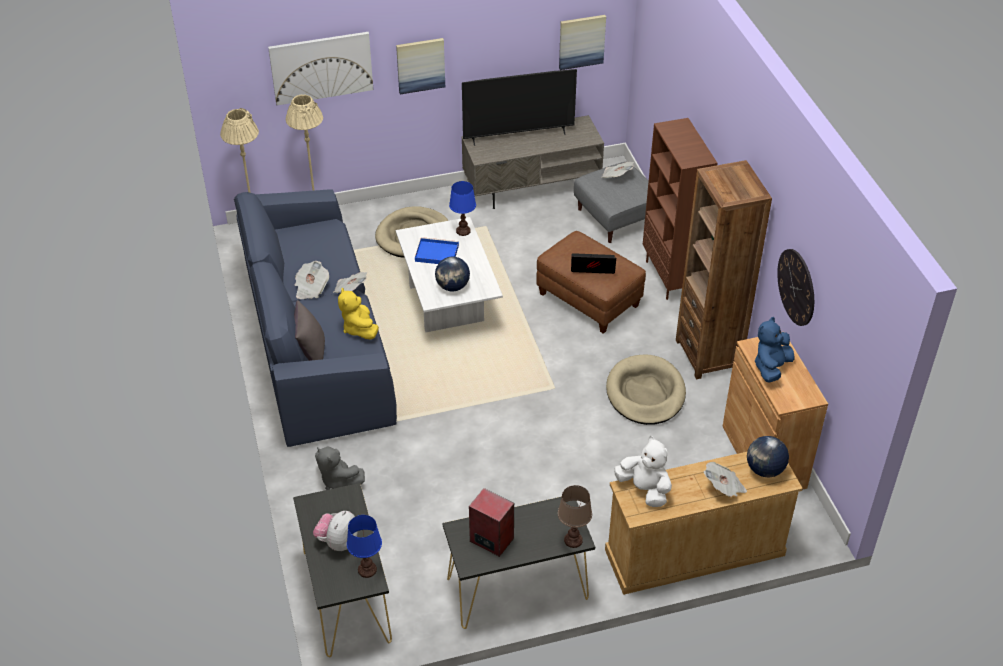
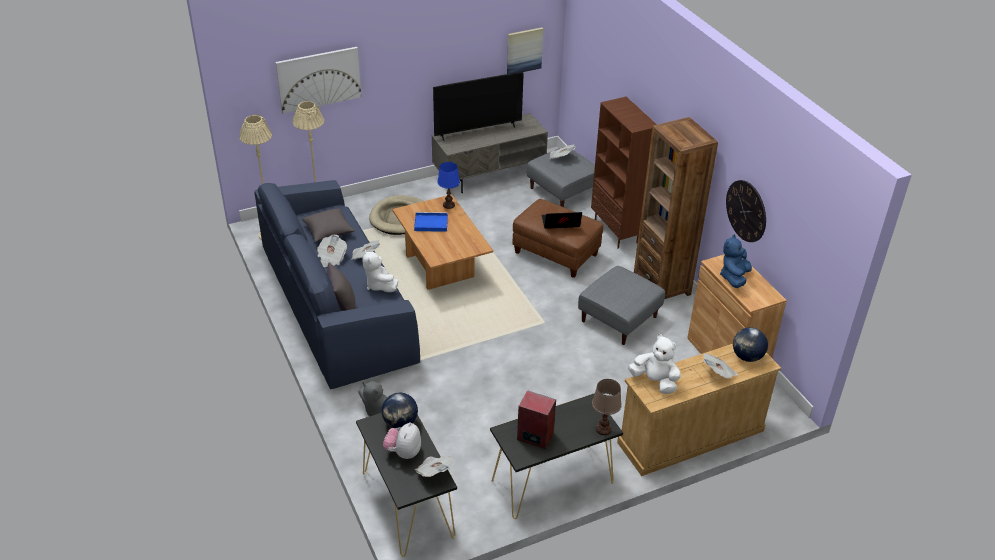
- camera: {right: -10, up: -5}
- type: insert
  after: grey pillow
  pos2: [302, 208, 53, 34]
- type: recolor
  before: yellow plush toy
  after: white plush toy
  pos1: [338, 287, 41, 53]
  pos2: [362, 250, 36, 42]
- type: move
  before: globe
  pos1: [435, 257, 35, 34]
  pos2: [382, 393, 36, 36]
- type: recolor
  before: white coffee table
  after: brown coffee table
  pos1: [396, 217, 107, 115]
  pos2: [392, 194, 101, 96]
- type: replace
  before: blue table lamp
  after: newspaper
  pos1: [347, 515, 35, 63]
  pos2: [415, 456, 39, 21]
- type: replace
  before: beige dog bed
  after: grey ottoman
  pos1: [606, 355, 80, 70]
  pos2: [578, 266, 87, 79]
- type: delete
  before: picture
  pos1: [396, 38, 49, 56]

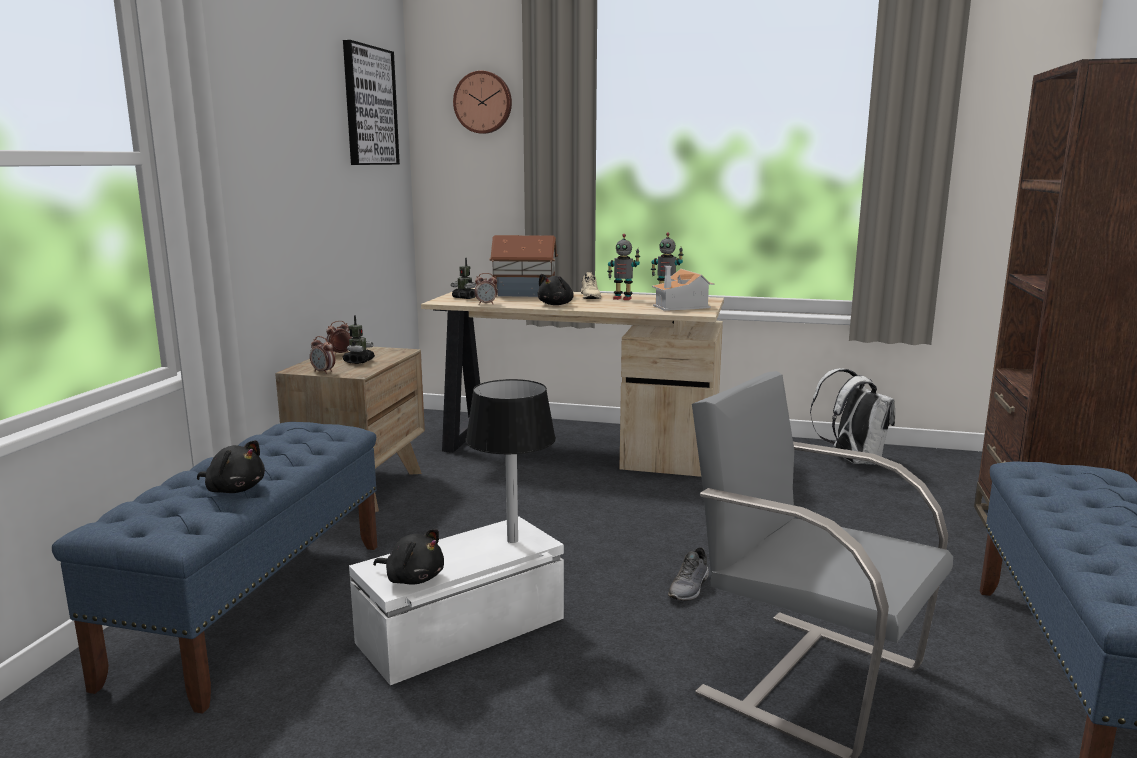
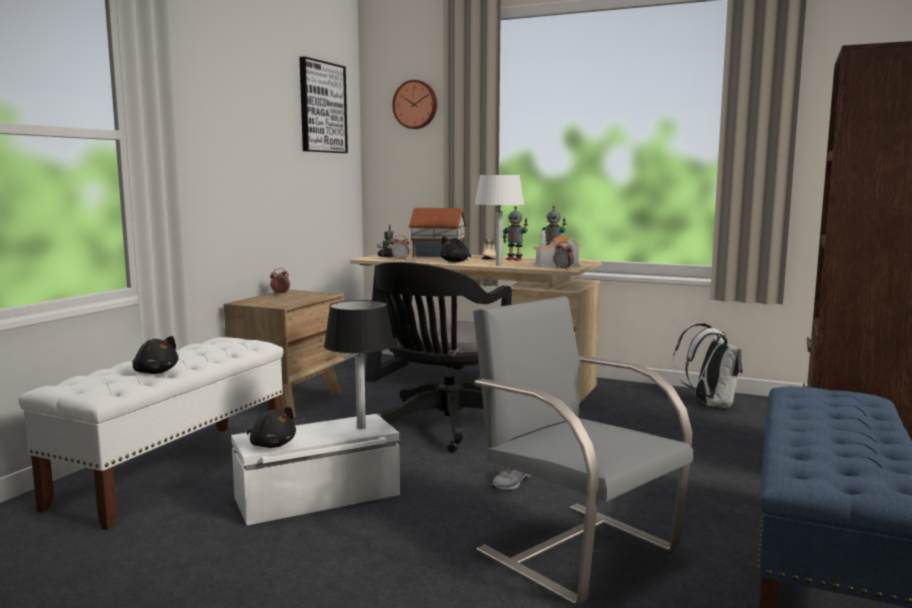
- camera: {right: 10, up: -5}
- type: recolor
  before: blue bench
  after: white bench
  pos1: [52, 422, 325, 292]
  pos2: [18, 337, 266, 193]
- type: insert
  after: black office chair
  pos2: [375, 262, 137, 190]
- type: insert
  after: white table lamp
  pos2: [475, 175, 49, 90]
- type: move
  before: alarm clock
  pos1: [310, 336, 25, 38]
  pos2: [553, 241, 21, 29]
- type: delete
  before: toy robot
  pos1: [343, 315, 32, 49]

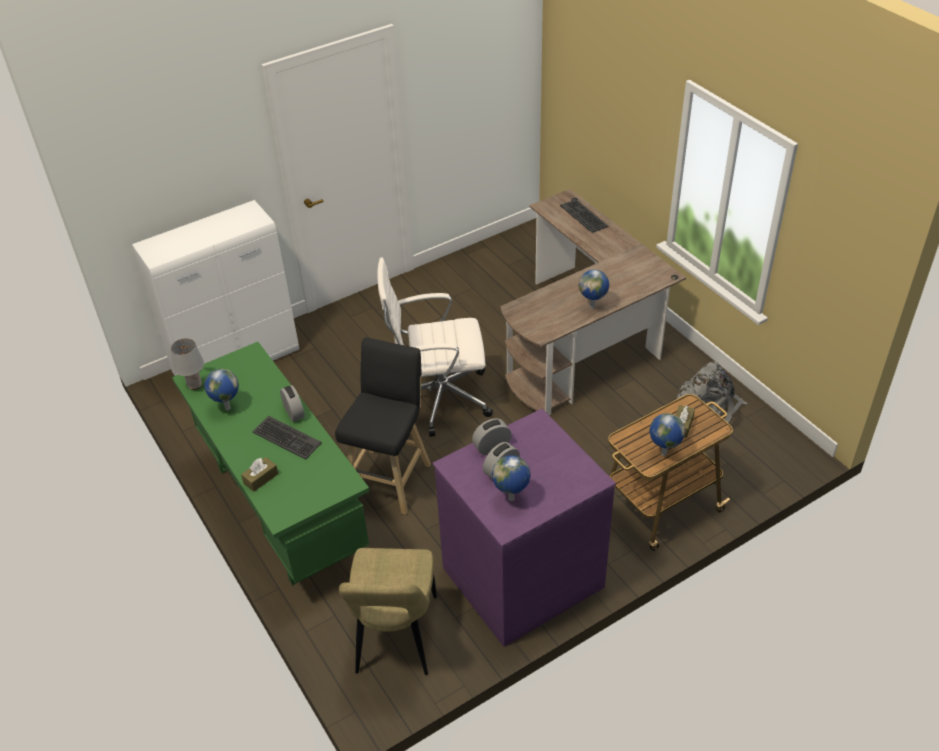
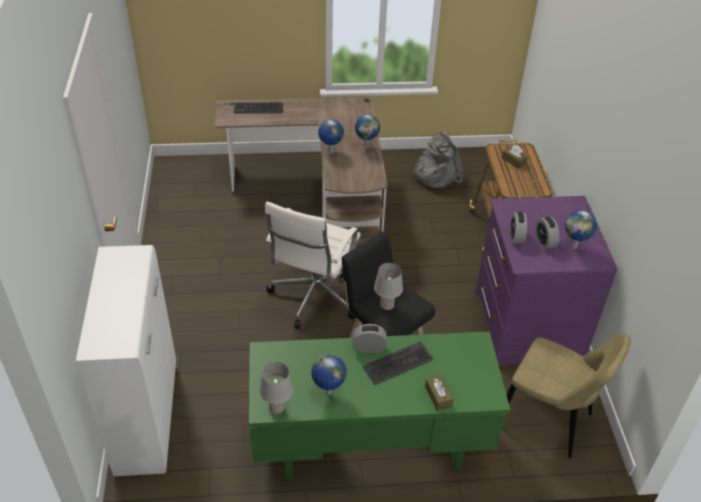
- camera: {right: -65, up: 0}
- type: move
  before: globe
  pos1: [649, 413, 36, 43]
  pos2: [318, 119, 26, 35]
- type: insert
  after: grey table lamp
  pos2: [374, 263, 29, 47]

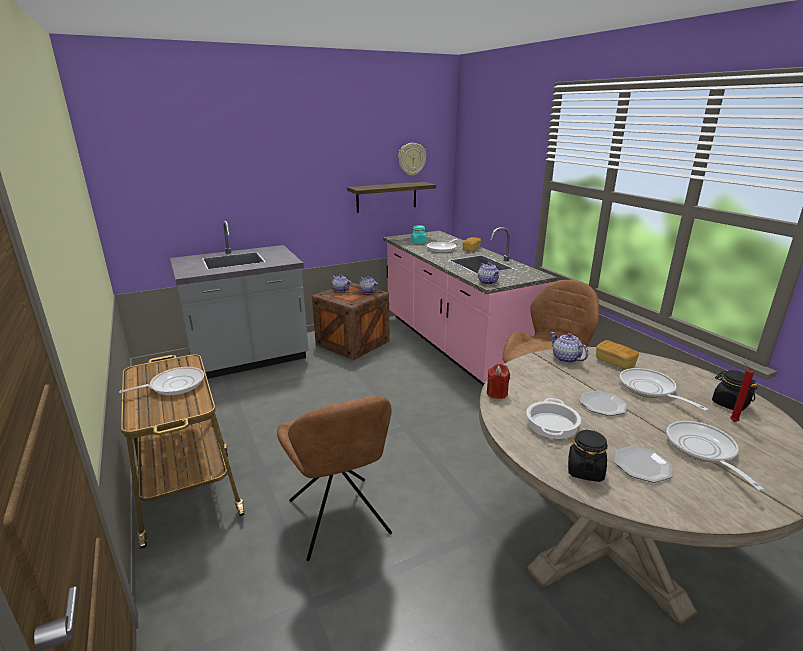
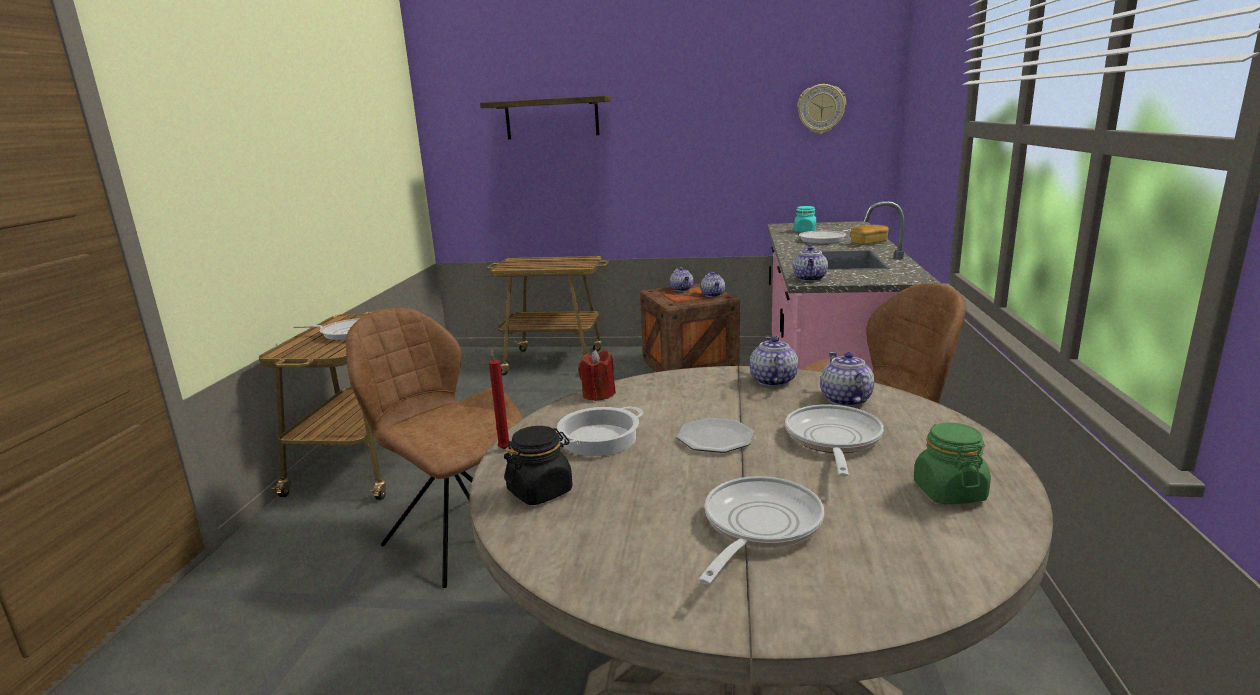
- camera: {right: 35, up: -5}
- type: rotate
  before: brown chair
  pos1: [277, 396, 115, 165]
  pos2: [346, 308, 177, 280]
  turn: 120
- type: move
  before: shelf
  pos1: [347, 182, 89, 31]
  pos2: [480, 96, 131, 43]
- type: replace
  before: grey counter
  after: cart
  pos1: [170, 221, 139, 158]
  pos2: [487, 256, 122, 119]
- type: move
  before: red candle
  pos1: [730, 363, 24, 59]
  pos2: [489, 348, 20, 101]
- type: replace
  before: bread
  after: teapot
  pos1: [596, 340, 43, 30]
  pos2: [820, 352, 54, 55]
- type: recolor
  before: black jar
  after: green jar
  pos1: [712, 370, 45, 41]
  pos2: [914, 423, 77, 81]
- type: delete
  before: plate
  pos1: [614, 446, 58, 37]

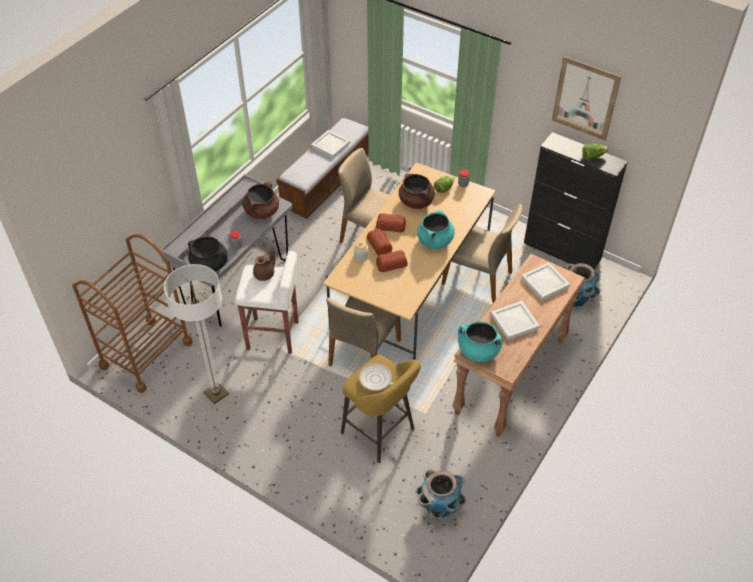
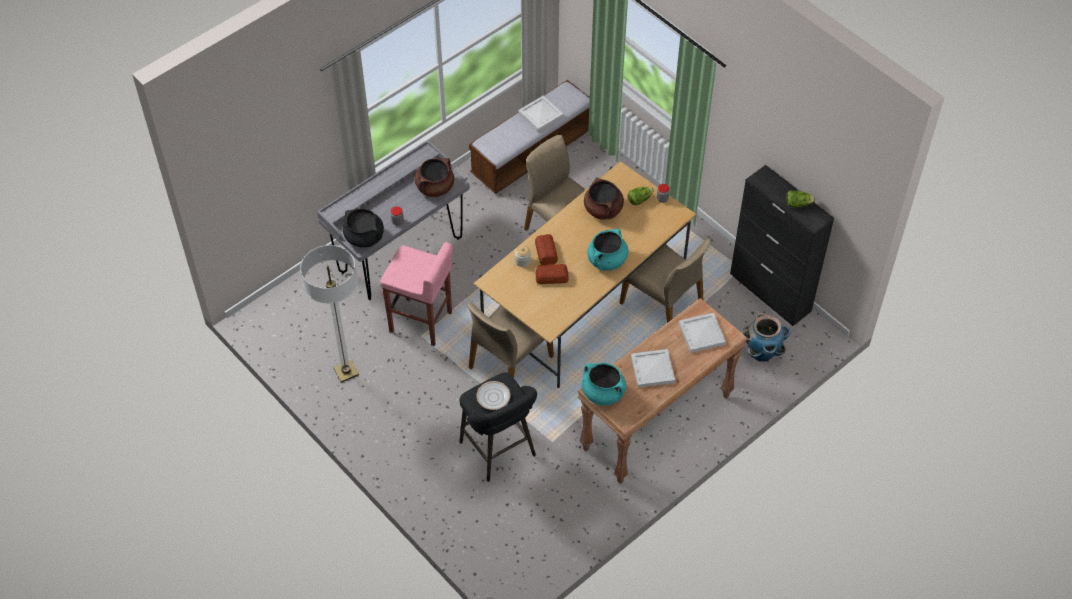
- camera: {right: 15, up: 5}
- type: recolor
  before: white stool
  after: pink stool
  pos1: [235, 251, 63, 103]
  pos2: [380, 242, 73, 104]
- type: recolor
  before: yellow stool
  after: black stool
  pos1: [341, 355, 80, 108]
  pos2: [459, 372, 78, 110]
- type: delete
  before: brown cart
  pos1: [72, 234, 121, 159]
- type: delete
  before: brown teapot
  pos1: [253, 247, 23, 34]
- type: delete
  before: bread
  pos1: [376, 213, 30, 19]
- type: delete
  before: planter
  pos1: [415, 469, 51, 51]
- type: delete
  before: picture
  pos1: [552, 56, 70, 85]

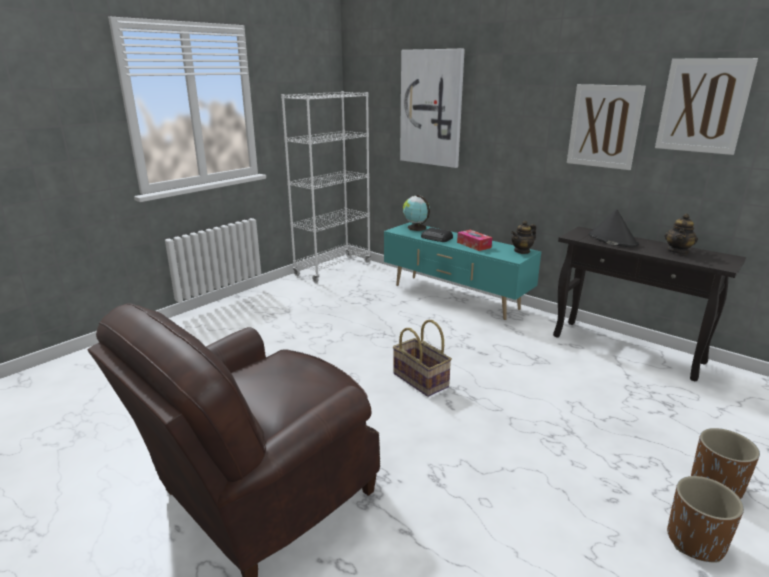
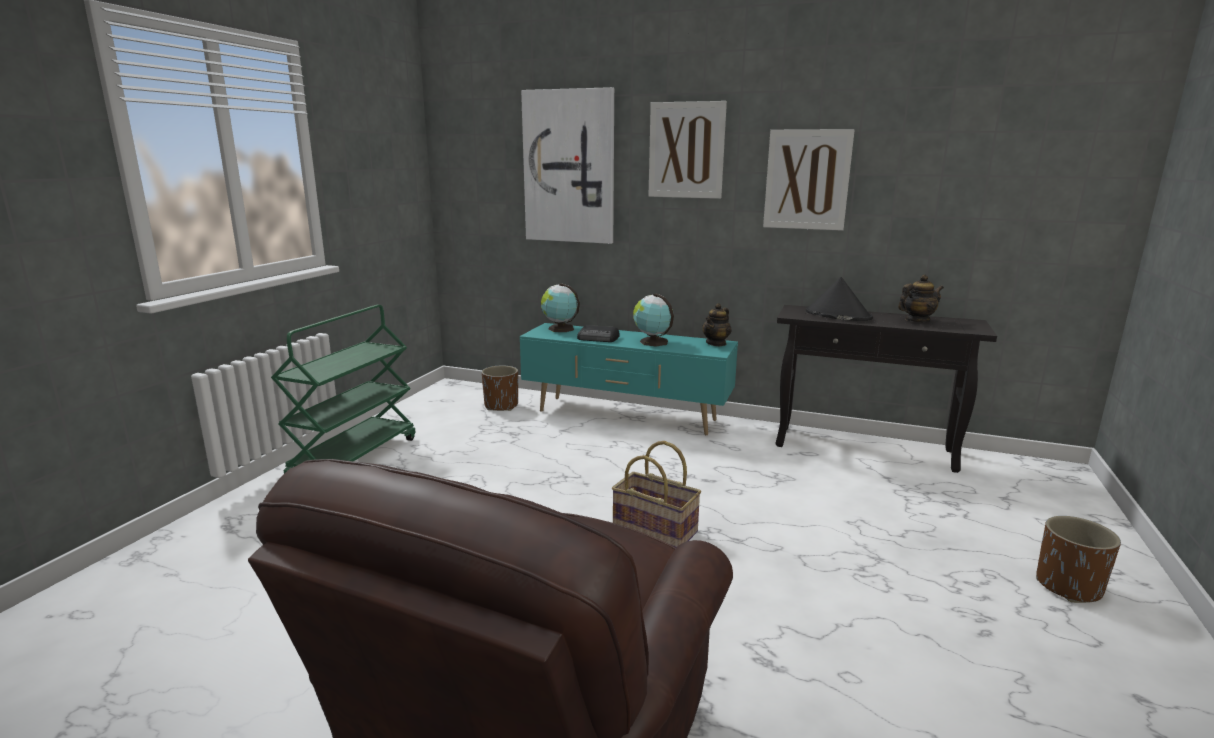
- camera: {right: -20, up: -5}
- type: insert
  after: green cart
  pos2: [271, 305, 144, 169]
- type: move
  before: brown planter
  pos1: [667, 476, 77, 87]
  pos2: [482, 365, 36, 46]
- type: replace
  before: tissue box
  after: globe
  pos1: [457, 230, 35, 21]
  pos2: [633, 294, 41, 52]
- type: move
  before: picture
  pos1: [655, 58, 103, 97]
  pos2: [649, 101, 78, 98]
- type: rotate
  before: teapot
  pos1: [665, 213, 33, 42]
  pos2: [898, 275, 46, 47]
  turn: -120
- type: delete
  before: white bookcase
  pos1: [281, 91, 90, 192]

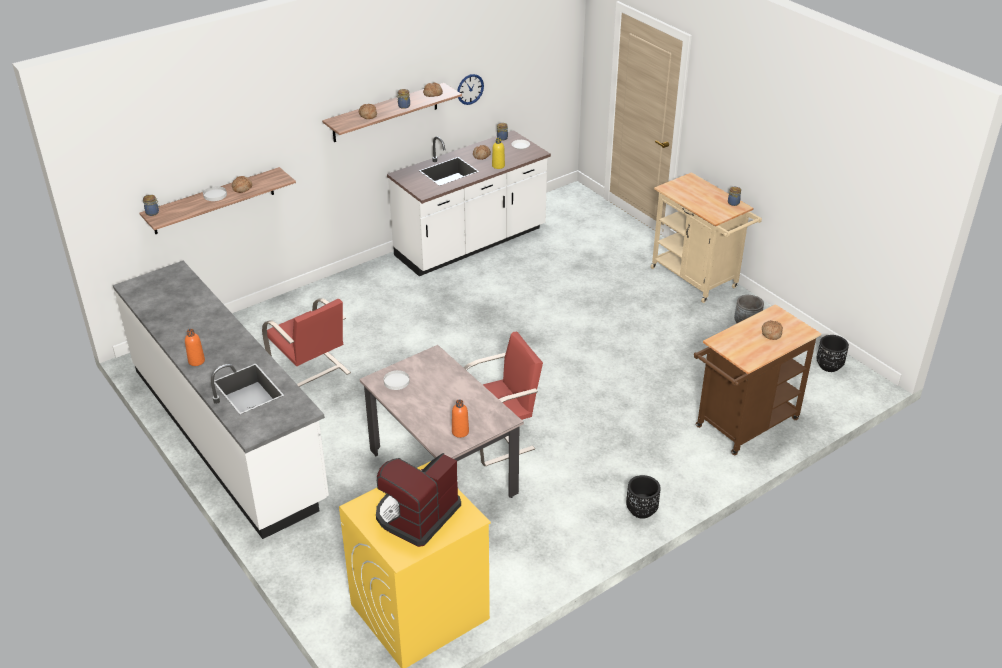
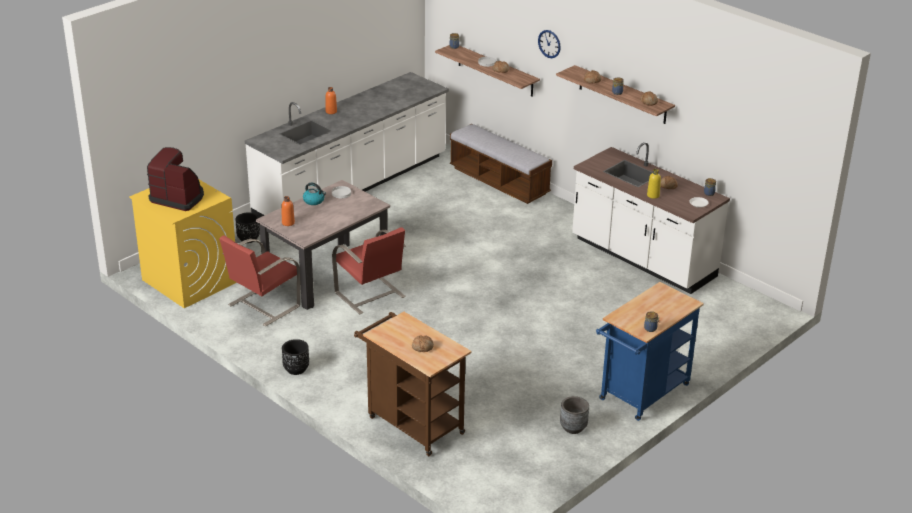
- camera: {right: 80, up: -5}
- type: move
  before: red chair
  pos1: [262, 298, 89, 89]
  pos2: [219, 236, 81, 90]
- type: move
  before: black planter
  pos1: [816, 335, 33, 37]
  pos2: [235, 213, 25, 30]
- type: insert
  after: kettle
  pos2: [303, 183, 23, 22]
- type: insert
  after: bench
  pos2: [450, 124, 102, 80]
- type: move
  before: wall clock
  pos1: [458, 74, 26, 31]
  pos2: [538, 30, 23, 28]
- type: recolor
  before: beige cart
  after: blue cart
  pos1: [651, 172, 111, 131]
  pos2: [596, 282, 108, 139]

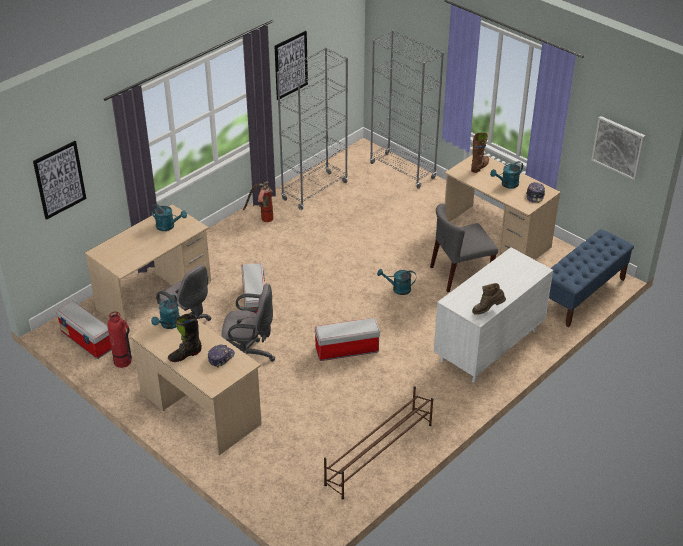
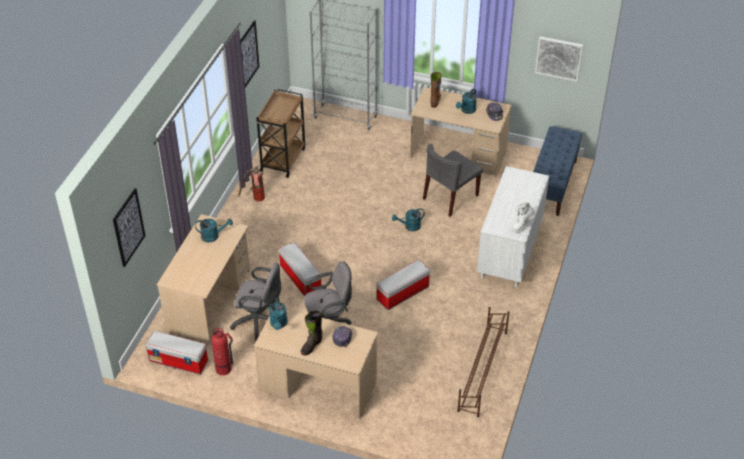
- camera: {right: -25, up: 5}
- type: replace
  before: grey bookcase
  after: brown cart
  pos1: [277, 47, 71, 163]
  pos2: [256, 89, 49, 89]
- type: recolor
  before: brown boot
  after: white boot
  pos1: [472, 283, 34, 32]
  pos2: [512, 202, 24, 31]

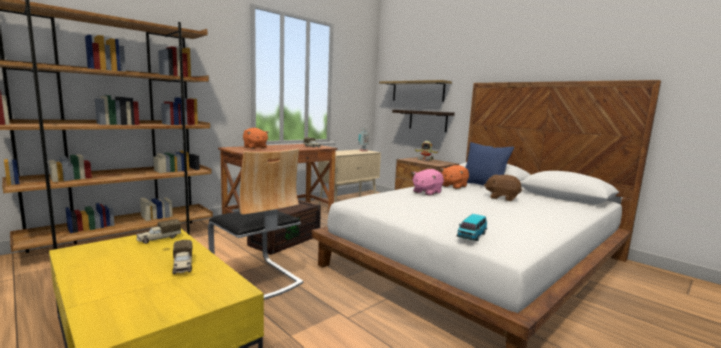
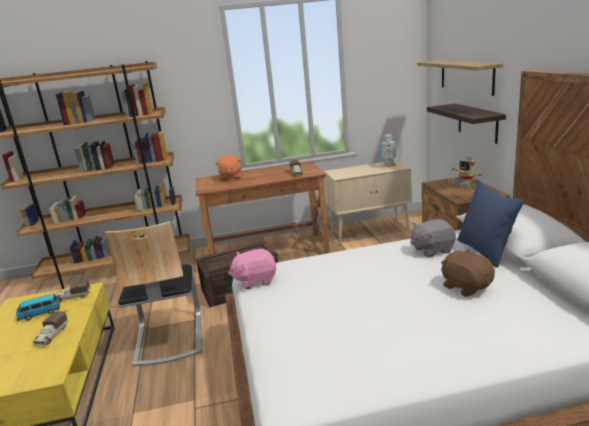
- camera: {right: 35, up: 10}
- type: move
  before: toy car
  pos1: [457, 214, 30, 27]
  pos2: [16, 294, 44, 27]
- type: move
  before: pink plush toy
  pos1: [412, 169, 32, 27]
  pos2: [228, 249, 48, 40]
- type: recolor
  before: orange plush toy
  after: grey plush toy
  pos1: [441, 165, 28, 24]
  pos2: [410, 219, 46, 38]

